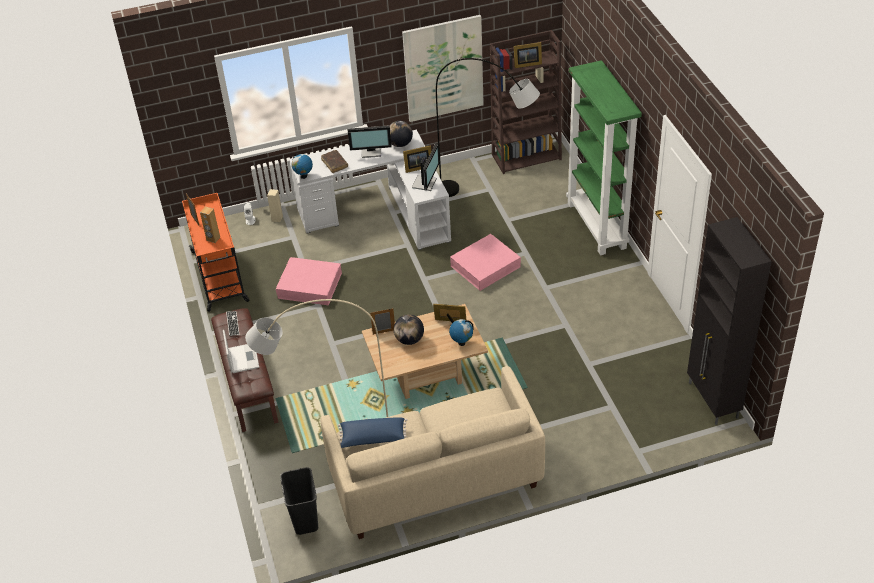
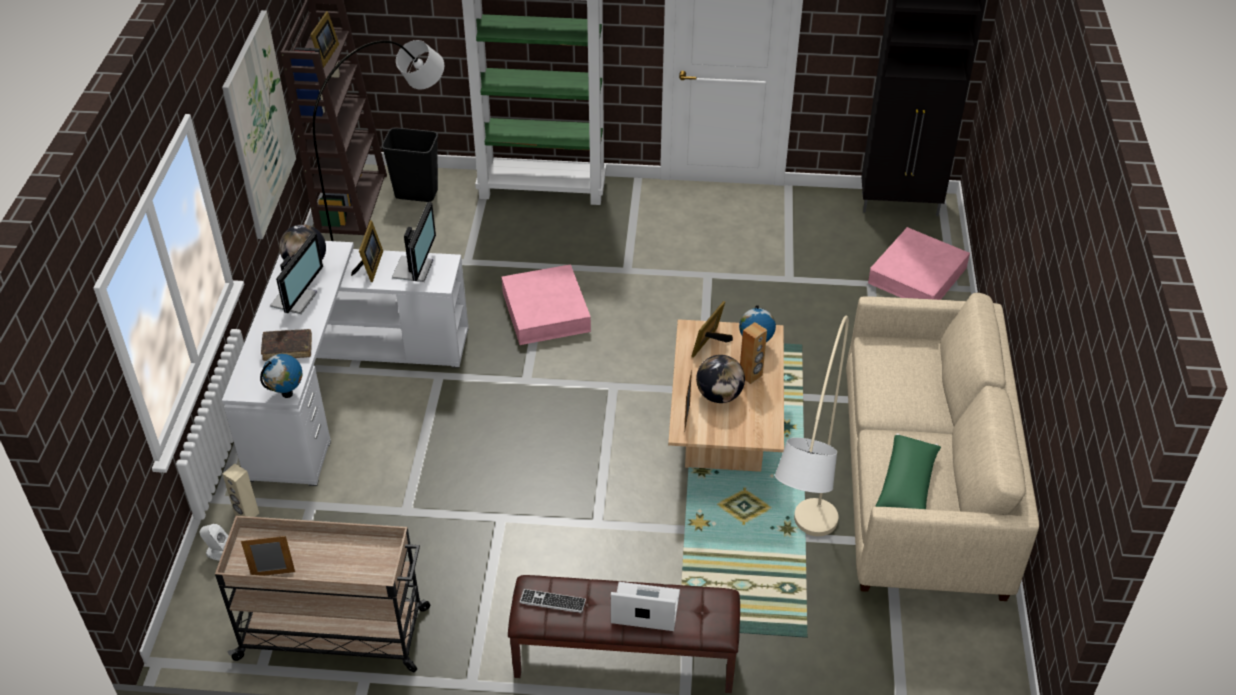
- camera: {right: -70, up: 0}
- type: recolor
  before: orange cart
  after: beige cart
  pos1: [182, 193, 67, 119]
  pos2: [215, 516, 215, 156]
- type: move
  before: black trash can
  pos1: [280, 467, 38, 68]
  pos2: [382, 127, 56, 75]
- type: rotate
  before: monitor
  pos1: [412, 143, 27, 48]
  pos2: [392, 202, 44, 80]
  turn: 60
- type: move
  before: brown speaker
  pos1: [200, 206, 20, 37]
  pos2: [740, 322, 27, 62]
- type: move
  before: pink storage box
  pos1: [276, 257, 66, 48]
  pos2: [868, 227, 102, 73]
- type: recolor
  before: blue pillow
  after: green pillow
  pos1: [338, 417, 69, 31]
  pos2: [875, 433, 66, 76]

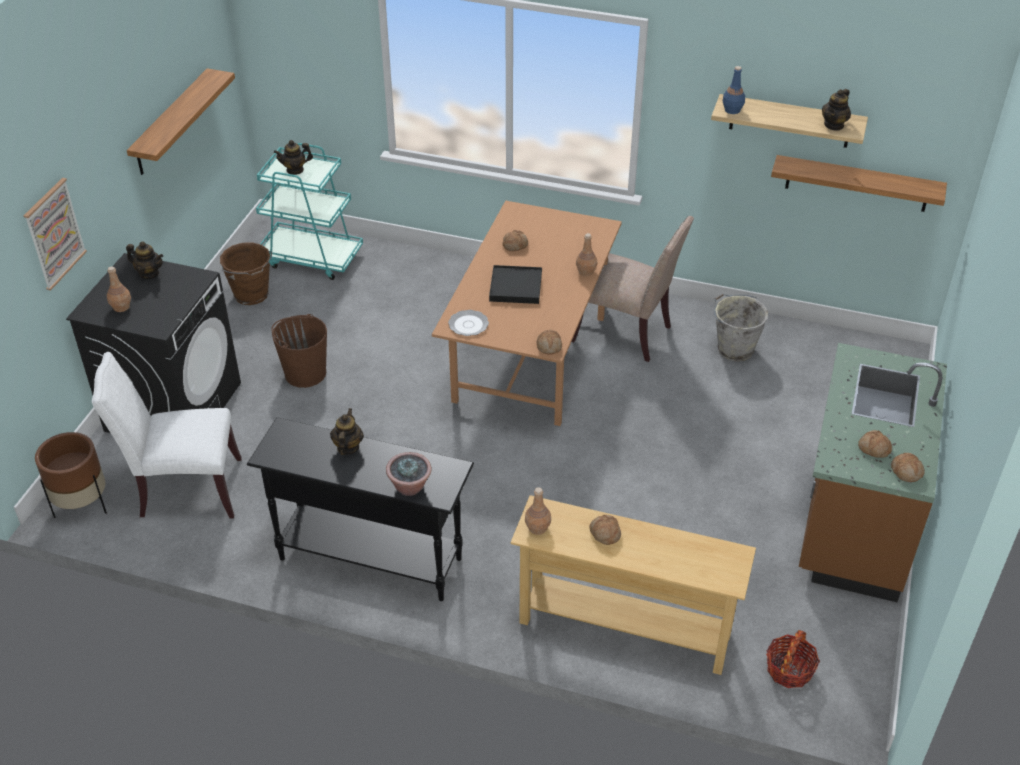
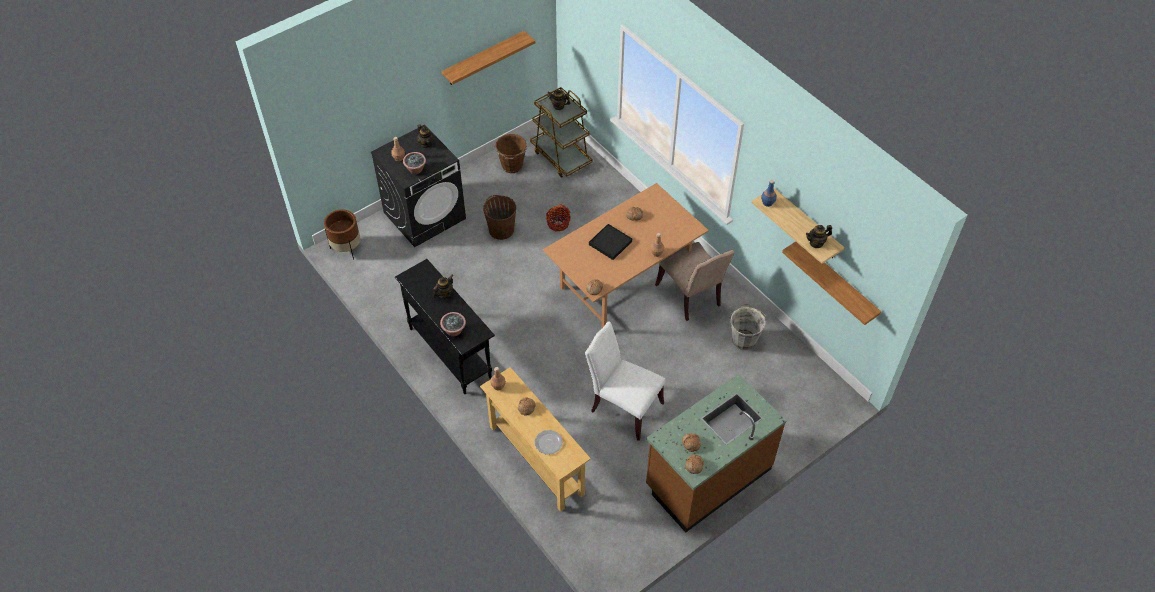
- camera: {right: 35, up: 10}
- type: insert
  after: potted plant
  pos2: [403, 152, 23, 22]
- type: recolor
  before: turquoise cart
  after: brown cart
  pos1: [256, 143, 107, 137]
  pos2: [530, 87, 63, 91]
- type: move
  before: plate
  pos1: [448, 310, 41, 26]
  pos2: [535, 430, 28, 25]
- type: move
  before: basket
  pos1: [766, 630, 54, 58]
  pos2: [546, 205, 25, 26]
- type: move
  before: white chair
  pos1: [92, 352, 150, 167]
  pos2: [585, 322, 80, 119]
- type: delete
  before: picture
  pos1: [24, 178, 63, 112]

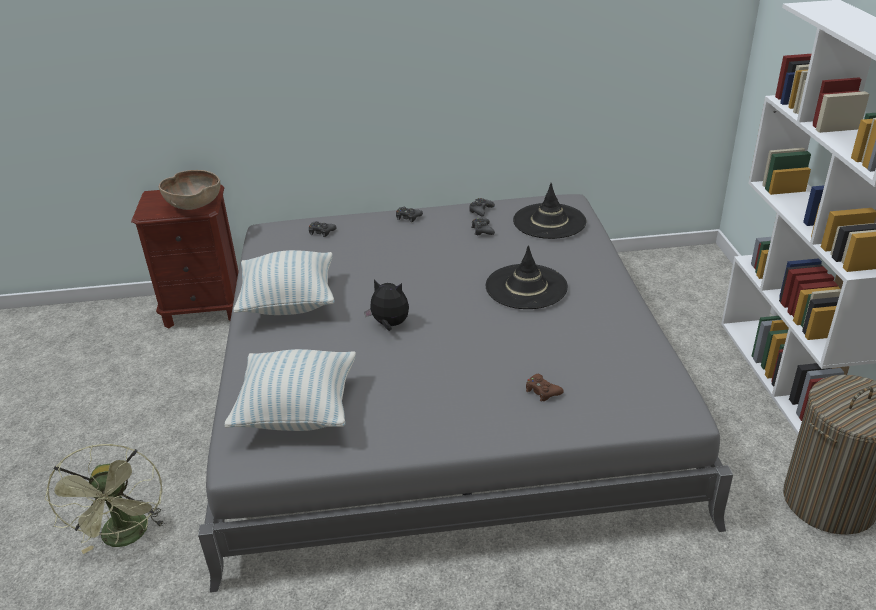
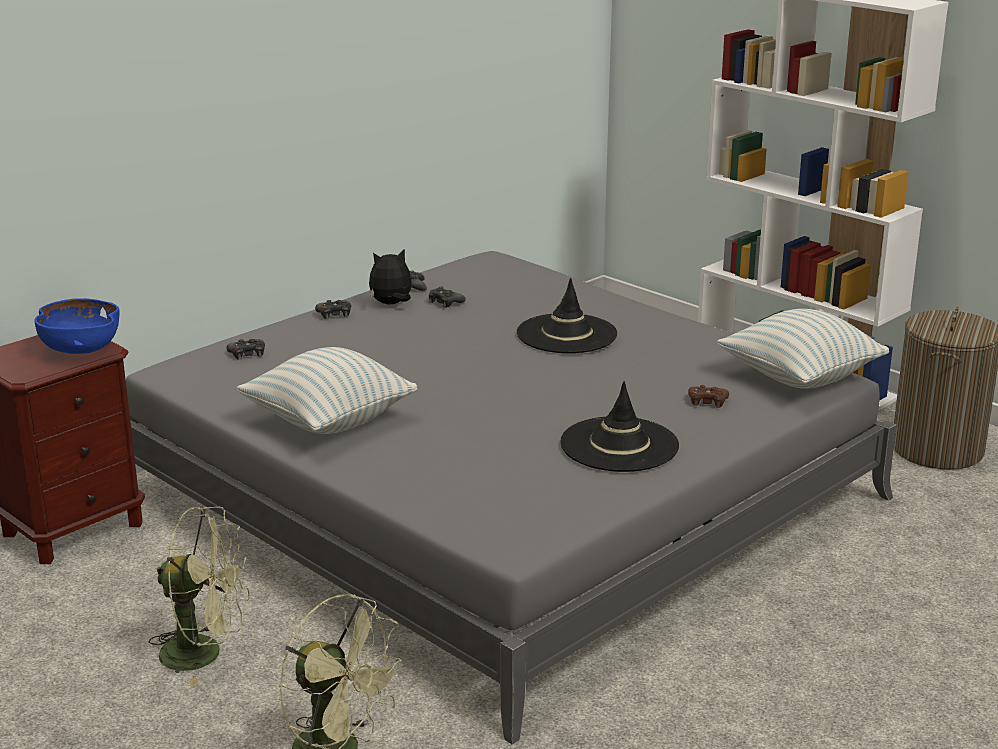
- camera: {right: -40, up: -10}
- type: recolor
  before: brown bowl
  after: blue bowl
  pos1: [159, 170, 61, 40]
  pos2: [34, 298, 86, 56]
- type: insert
  after: green fan
  pos2: [149, 507, 100, 180]
- type: move
  before: plush toy
  pos1: [364, 280, 45, 51]
  pos2: [369, 249, 43, 55]
- type: move
  before: black hat
  pos1: [513, 183, 73, 56]
  pos2: [560, 381, 119, 91]
- type: move
  before: pillow
  pos1: [225, 349, 131, 82]
  pos2: [717, 309, 172, 80]

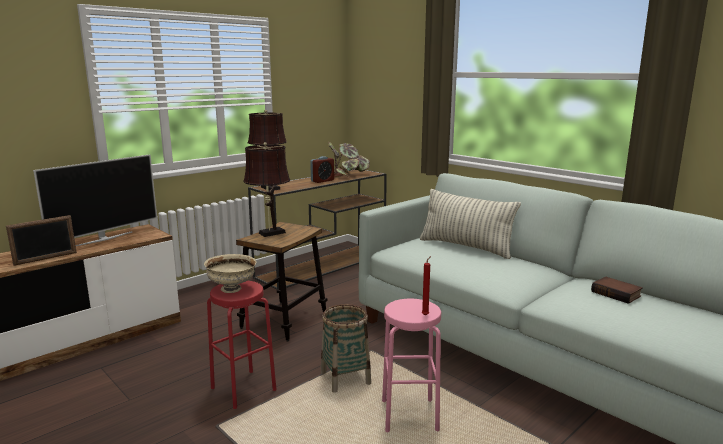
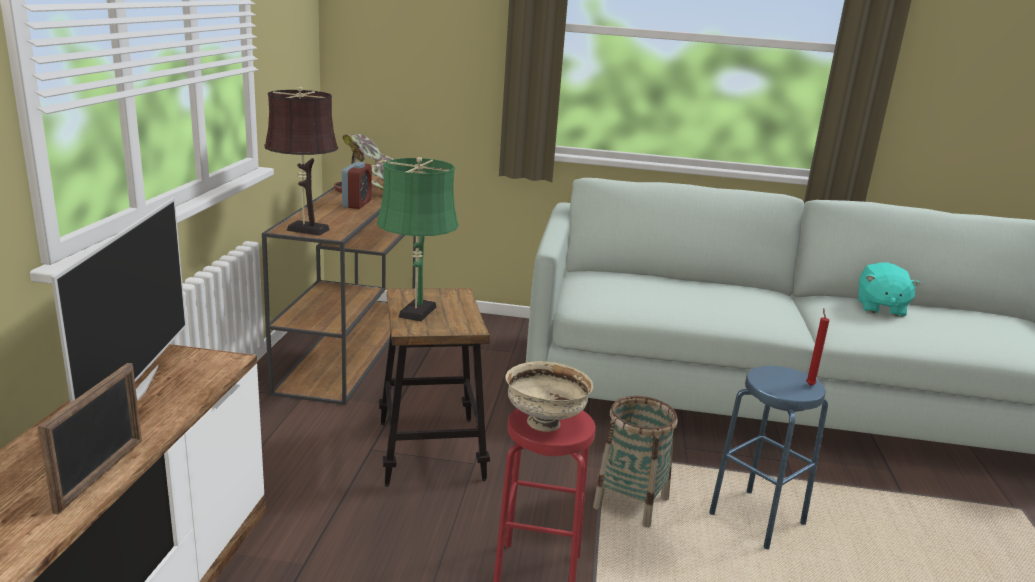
- camera: {right: -40, up: 5}
- type: recolor
  before: brown table lamp
  after: green table lamp
  pos1: [243, 142, 47, 95]
  pos2: [377, 157, 82, 164]
- type: recolor
  before: pink stool
  after: blue stool
  pos1: [382, 299, 59, 133]
  pos2: [709, 366, 119, 183]
- type: replace
  before: book
  after: turquoise plush toy
  pos1: [591, 277, 52, 27]
  pos2: [858, 262, 63, 55]
- type: delete
  before: pillow
  pos1: [420, 189, 101, 70]

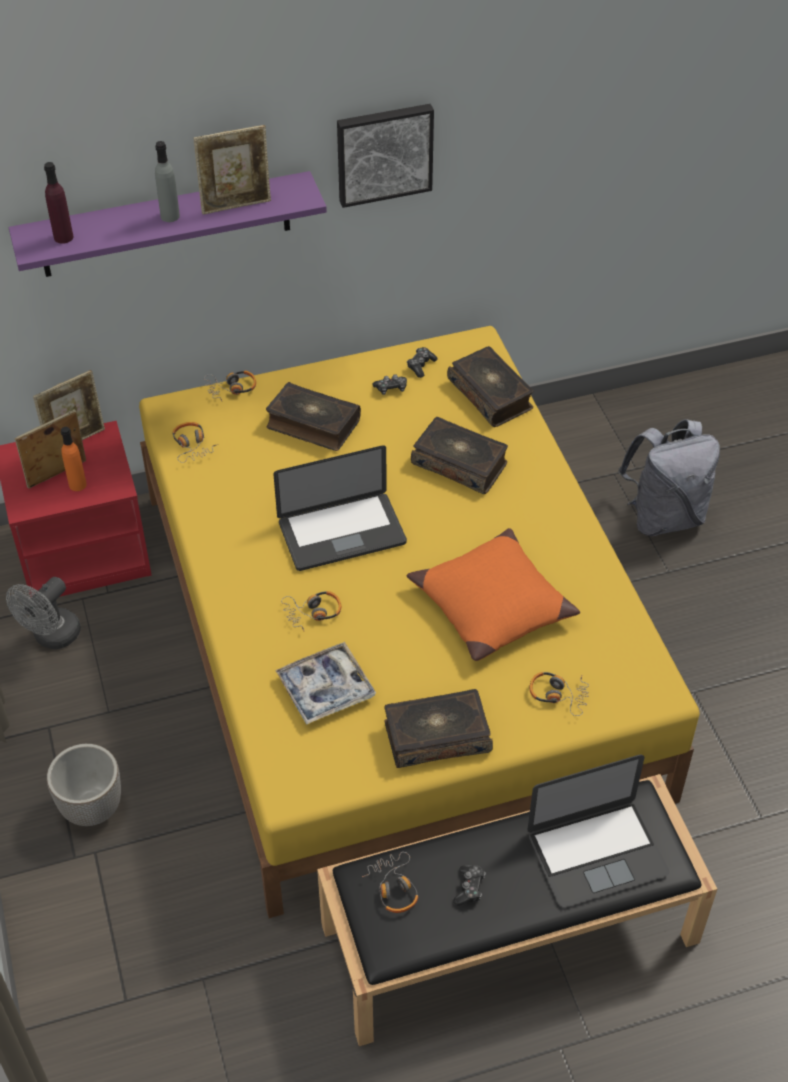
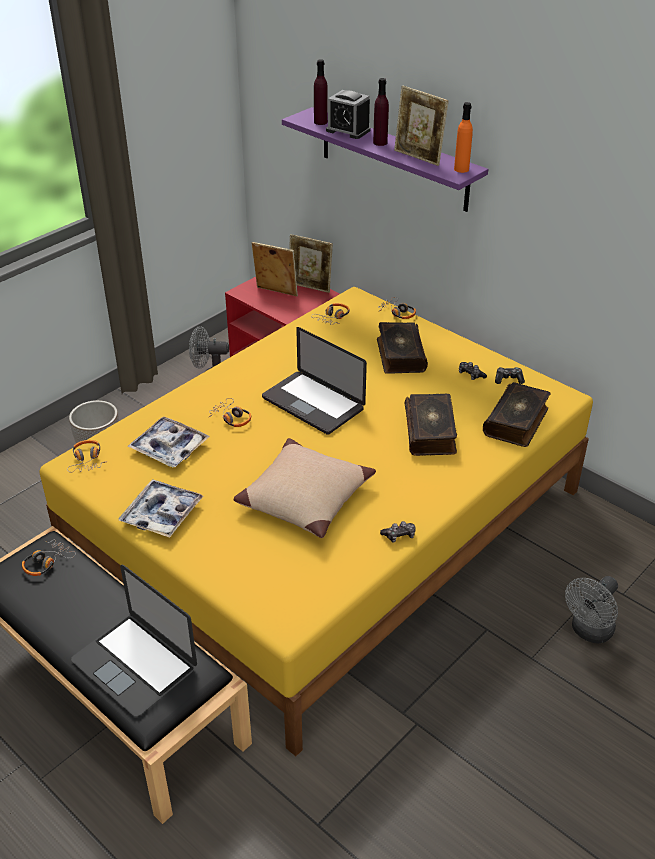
- camera: {right: 60, up: -10}
- type: move
  before: headphones
  pos1: [530, 672, 59, 44]
  pos2: [67, 440, 41, 32]
- type: replace
  before: book
  after: tray
  pos1: [385, 689, 108, 79]
  pos2: [118, 479, 86, 59]
- type: recolor
  before: orange pillow
  after: beige pillow
  pos1: [407, 528, 173, 133]
  pos2: [234, 438, 142, 100]
- type: insert
  after: alarm clock
  pos2: [326, 90, 45, 49]
- type: recolor
  before: grey bottle
  after: purple bottle
  pos1: [155, 141, 25, 81]
  pos2: [373, 78, 16, 68]
- type: move
  before: game controller
  pos1: [453, 865, 33, 41]
  pos2: [380, 521, 36, 22]
- type: move
  before: orange bottle
  pos1: [61, 427, 26, 64]
  pos2: [454, 102, 19, 71]
- type: replace
  before: grey backpack
  after: grey fan
  pos1: [618, 419, 102, 117]
  pos2: [565, 576, 53, 67]
- type: delete
  before: picture
  pos1: [337, 104, 97, 104]

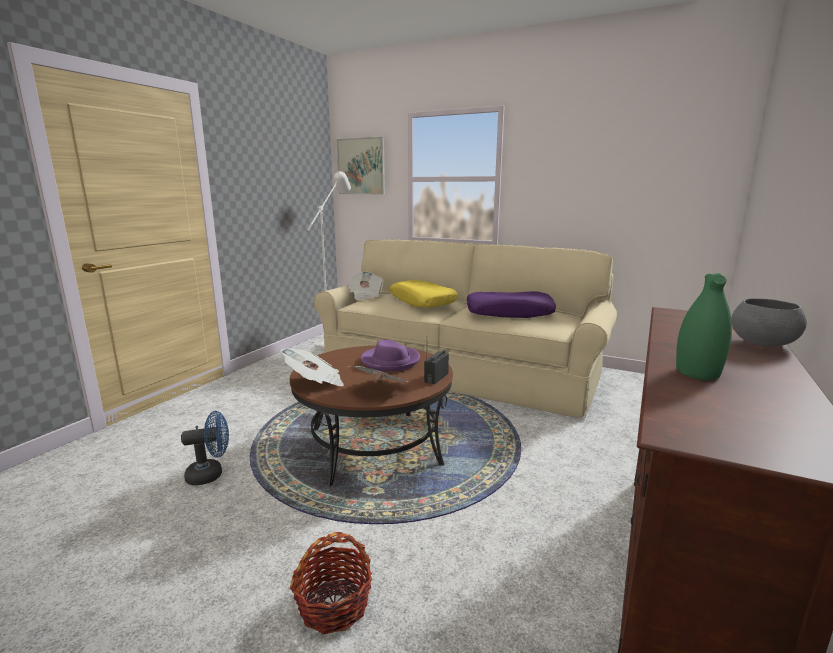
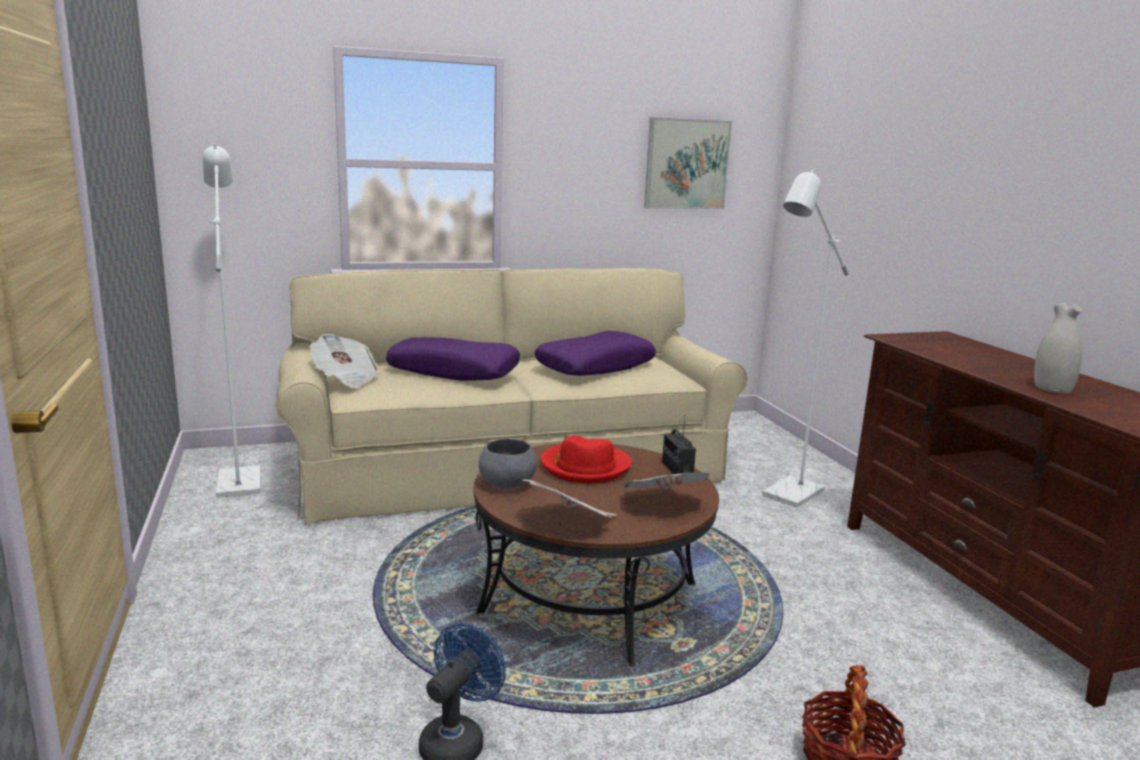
- camera: {right: -45, up: 0}
- type: recolor
  before: yellow pillow
  after: purple pillow
  pos1: [390, 280, 68, 28]
  pos2: [386, 337, 134, 44]
- type: move
  before: grey bowl
  pos1: [731, 298, 76, 49]
  pos2: [478, 438, 59, 51]
- type: recolor
  before: purple hat
  after: red hat
  pos1: [360, 340, 60, 31]
  pos2: [540, 436, 92, 47]
- type: move
  before: picture
  pos1: [337, 137, 48, 57]
  pos2: [644, 117, 88, 92]
- type: insert
  after: white floor lamp
  pos2: [762, 169, 87, 339]
- type: recolor
  before: green vase
  after: white vase
  pos1: [676, 273, 56, 107]
  pos2: [1034, 303, 48, 91]

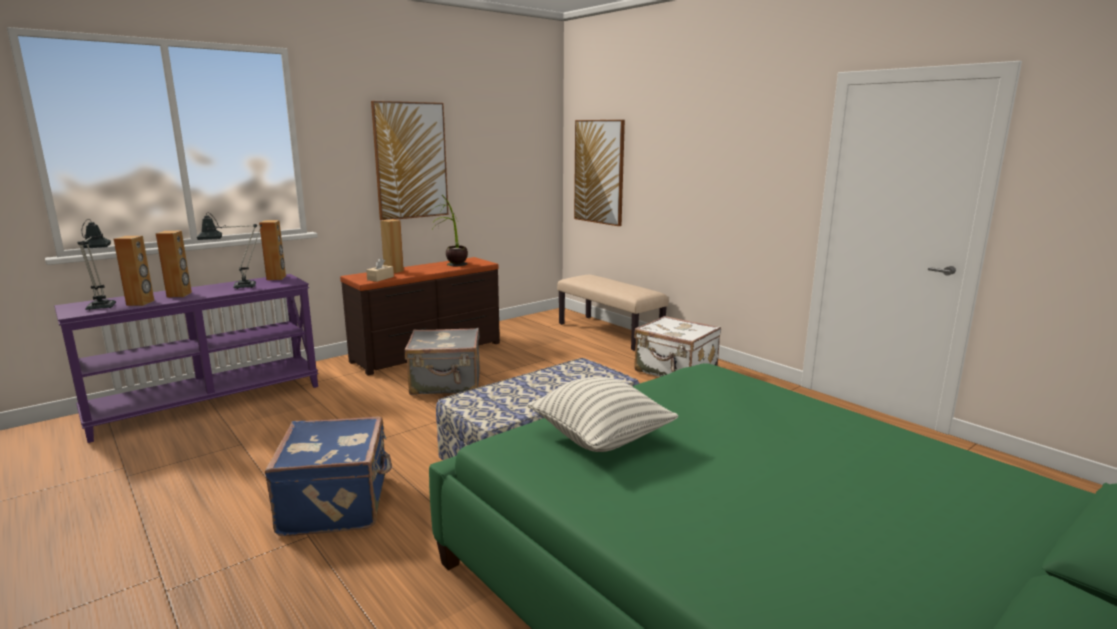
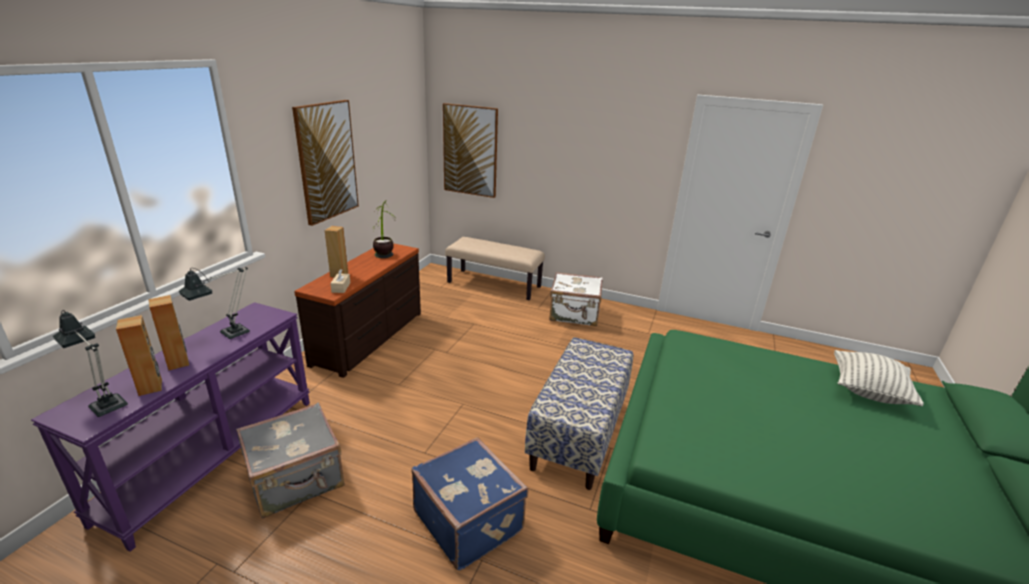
- camera: {right: -30, up: 10}
- type: move
  before: grey suitcase
  pos1: [405, 328, 75, 67]
  pos2: [236, 403, 109, 115]
- type: move
  before: pillow
  pos1: [527, 377, 151, 75]
  pos2: [834, 350, 90, 56]
- type: delete
  before: brown speaker
  pos1: [259, 220, 27, 60]

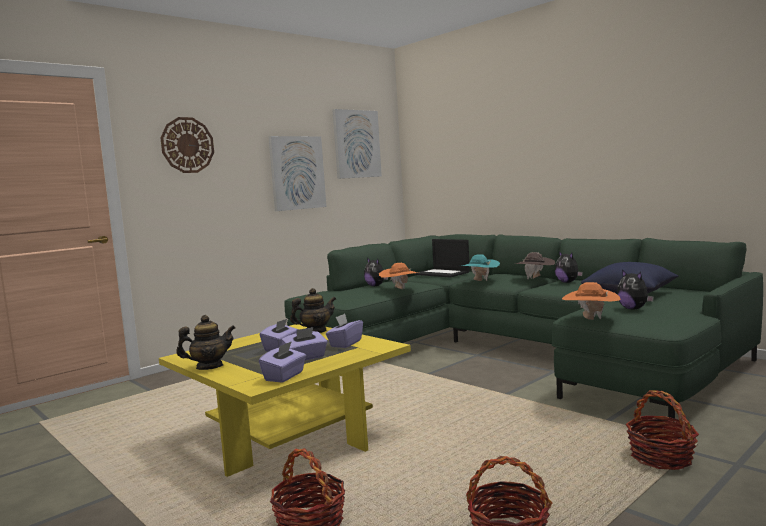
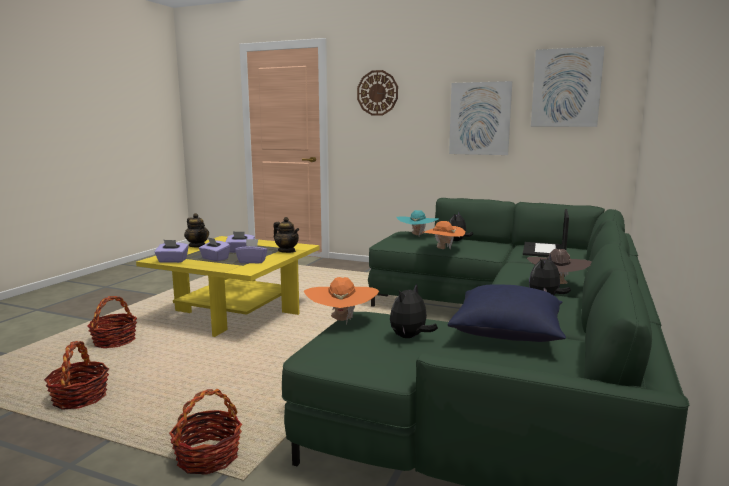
- camera: {right: 65, up: 5}
- type: move
  before: turquoise hat
  pos1: [461, 254, 39, 27]
  pos2: [397, 210, 42, 26]

